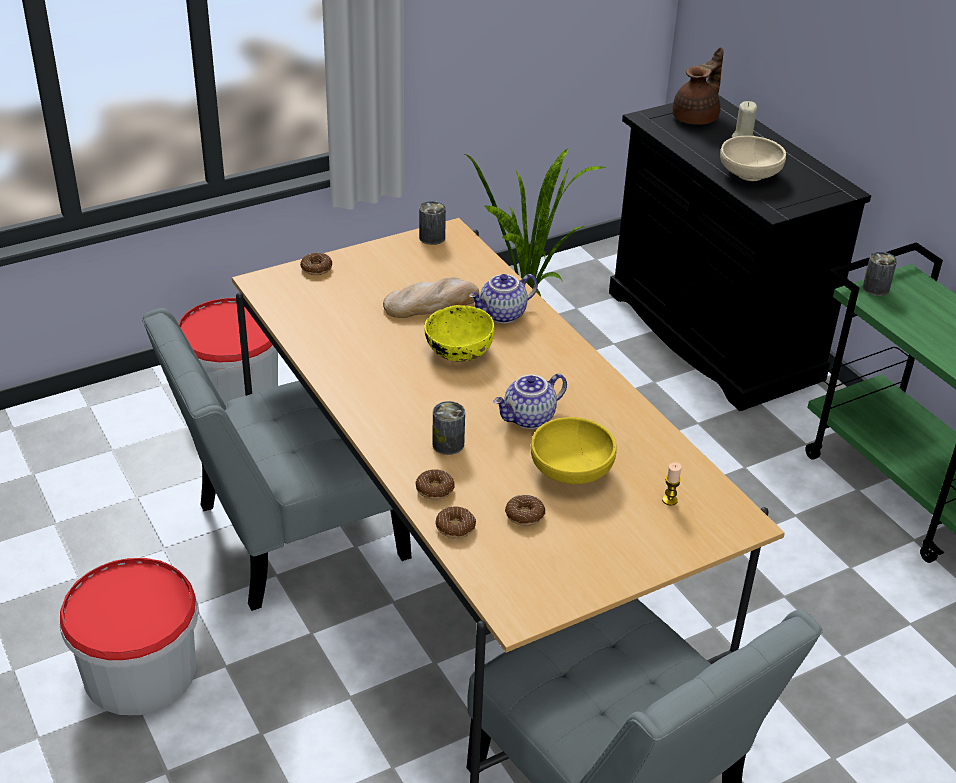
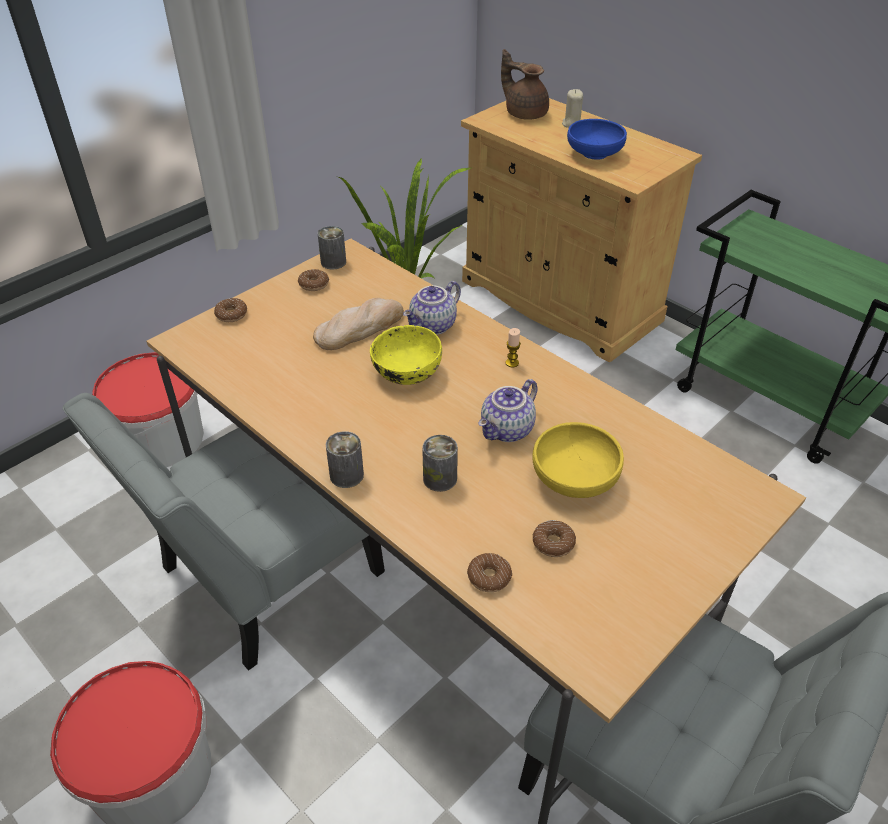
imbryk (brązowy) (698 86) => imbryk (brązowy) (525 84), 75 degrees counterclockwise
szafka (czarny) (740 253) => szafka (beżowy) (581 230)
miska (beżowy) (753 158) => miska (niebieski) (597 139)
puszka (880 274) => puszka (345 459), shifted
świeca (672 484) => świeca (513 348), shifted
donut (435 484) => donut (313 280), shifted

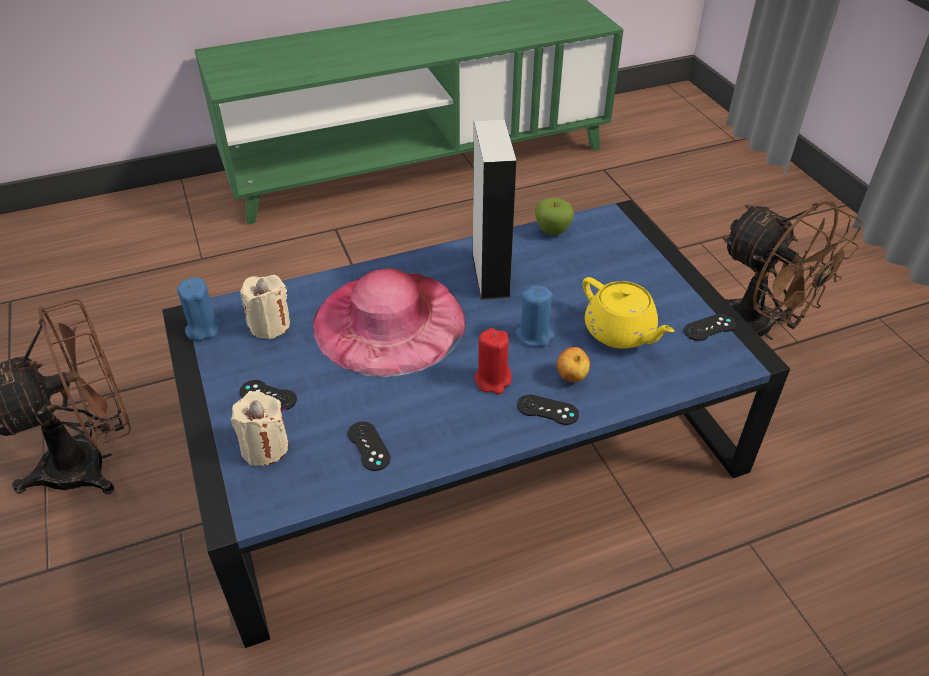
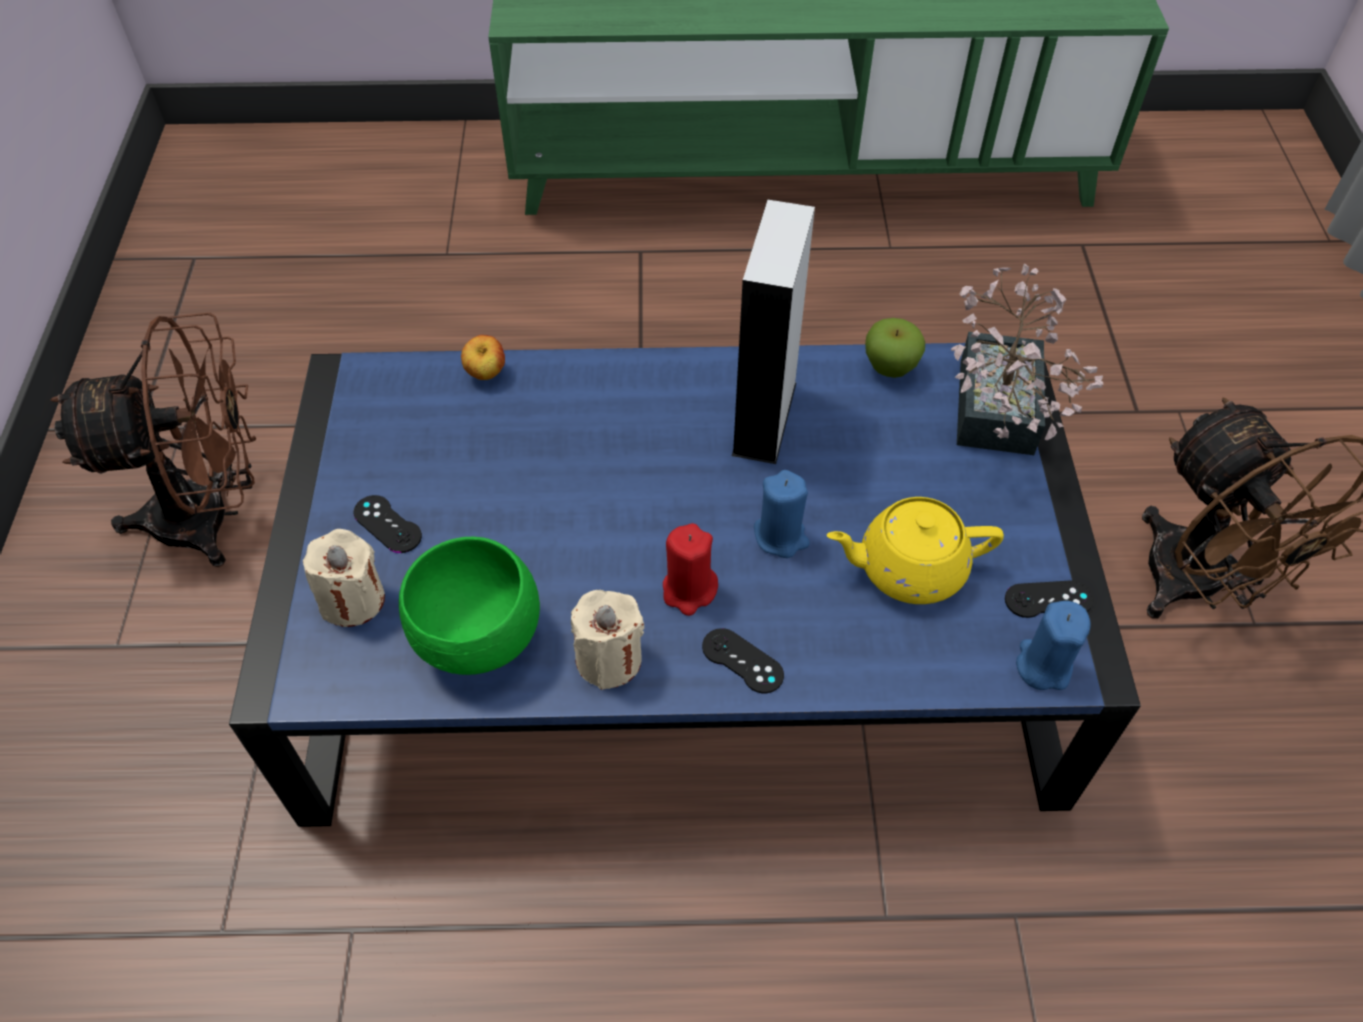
kapelusz (różowy) (389 322) => nothing
świeca (beżowy) (265 307) => świeca (beżowy) (608 640), shifted
świeca (niebieski) (199 309) => świeca (niebieski) (1053 645), shifted
imbryk (żółty) (628 313) => imbryk (żółty) (915 550), 105 degrees clockwise
jabłko (573 364) => jabłko (483 357), shifted
pad do gier (czarny) (369 446) => miska (zielony) (469 606)
nothing => roślina doniczkowa (1027 359)

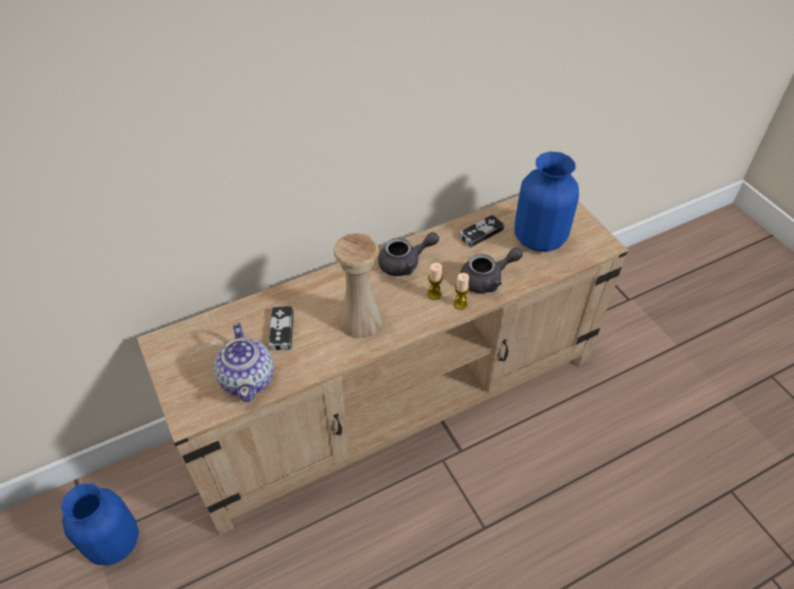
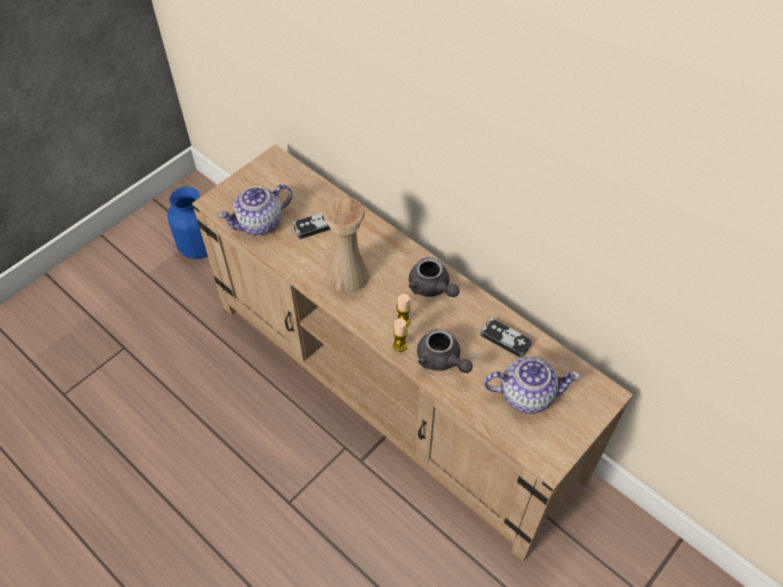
wazon (niebieski) (546 202) => imbryk (532 385)

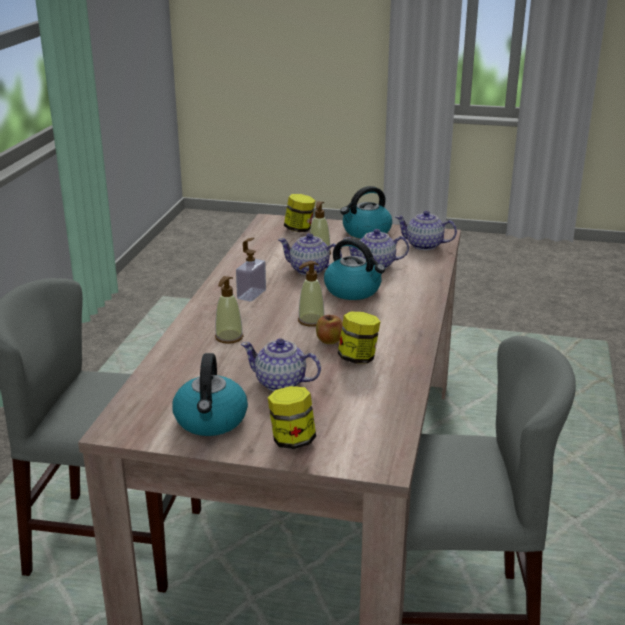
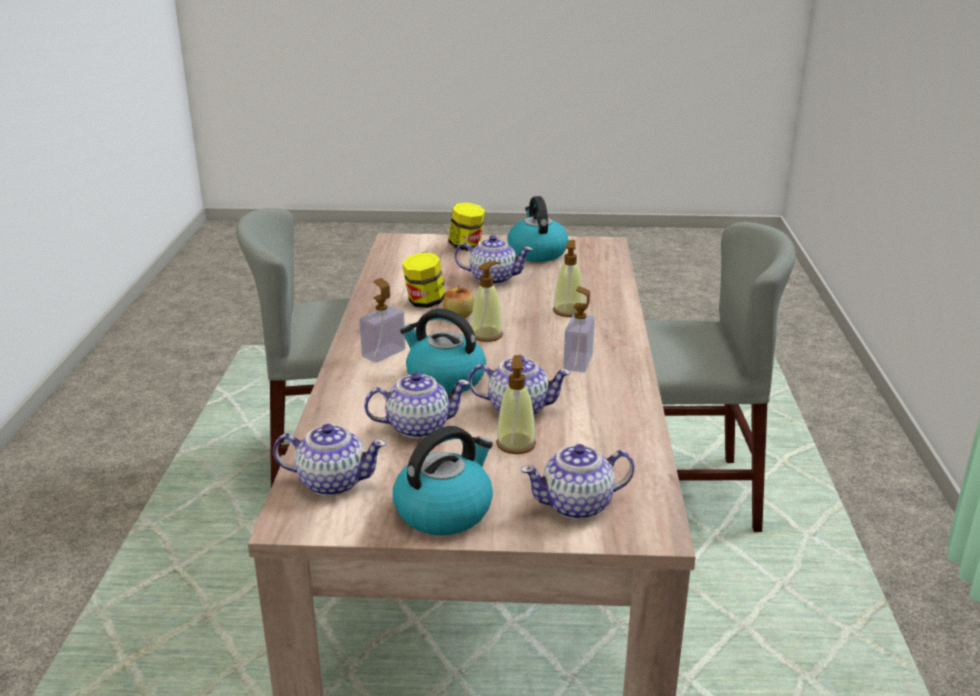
słoik (300 213) => imbryk (578 482)
nothing => dozownik mydła (382 320)

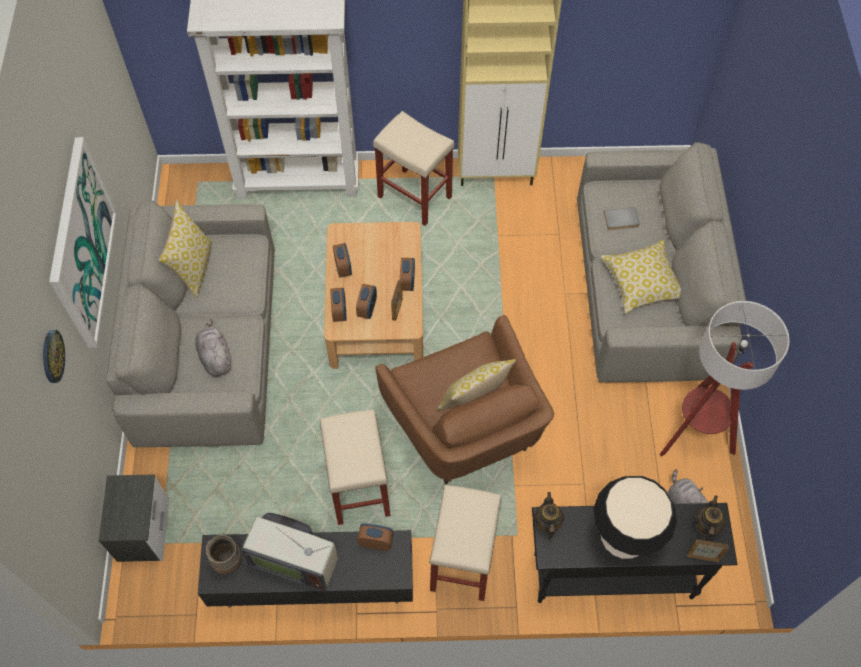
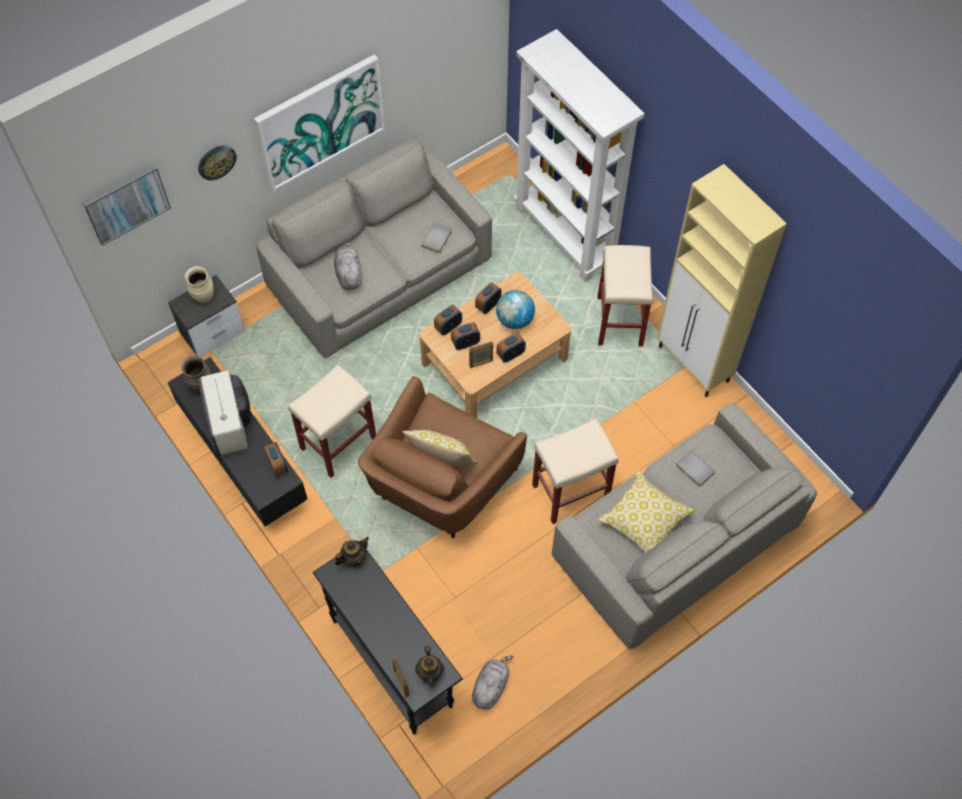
poduszka (185 249) => nothing
lampa stojąca (724 379) => nothing
pluszak (szary) (213 347) => pluszak (szary) (348 266), 45 degrees counterclockwise
lampa stołowa (635 517) => nothing
stołek (beżowy) (465 543) => stołek (beżowy) (575 471), shifted
imbryk (710 518) => imbryk (429 665), 105 degrees clockwise
nothing => obraz (127 205)
nothing => książka (szary) (436 238)
nothing => wazon (beżowy) (199 284)
nothing => globus (515 309)

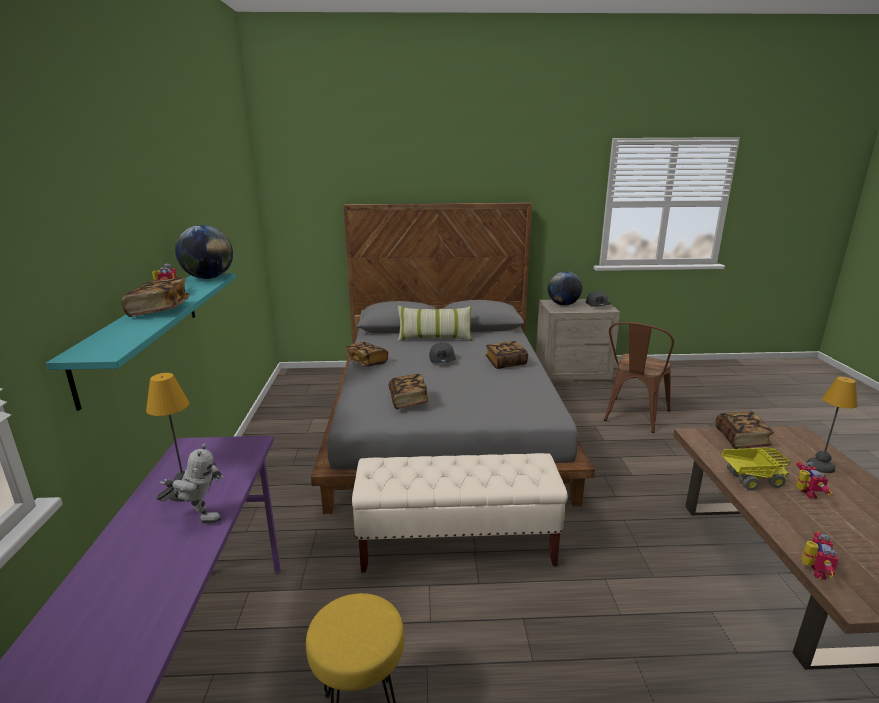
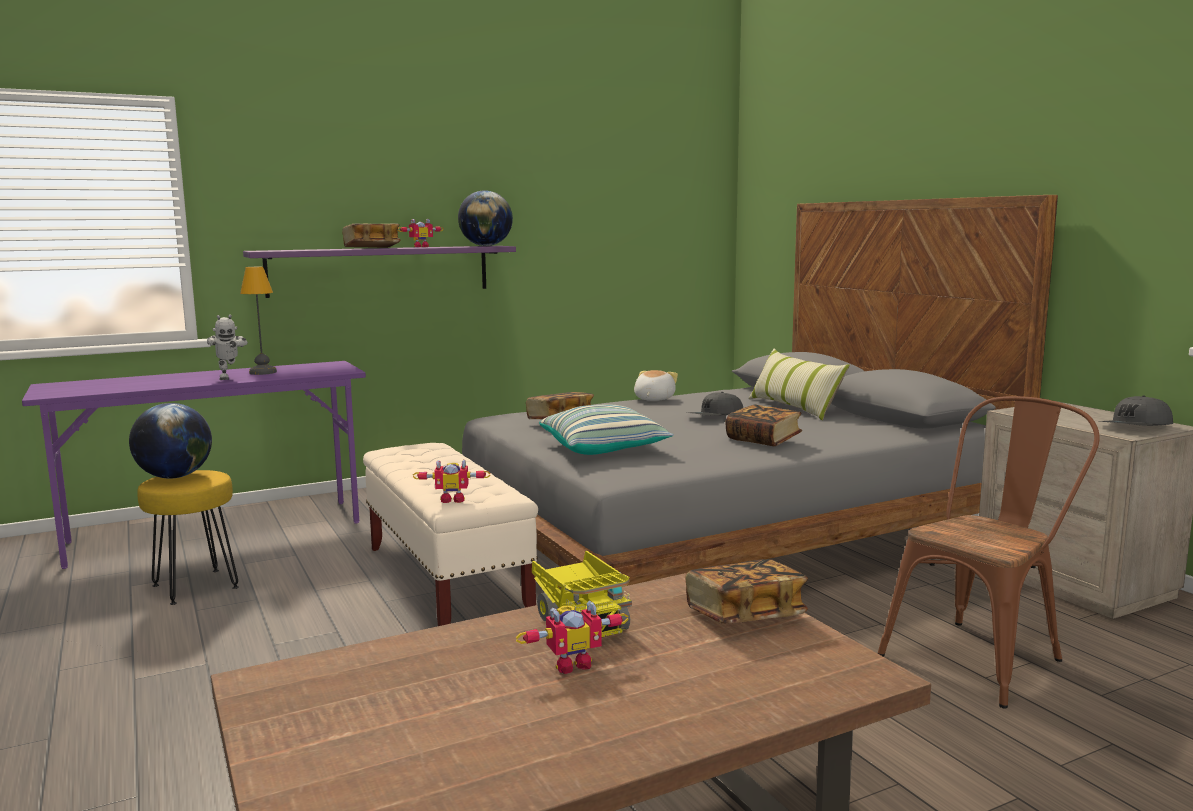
globus (565 288) => globus (170 440), shifted
półka (turkusowy) (141 342) => półka (fioletowy) (379 272)
krzesło (brązowy) (639 377) => krzesło (brązowy) (989 552), 135 degrees clockwise
książka (366 354) => pluszak (656 385)
lampa stołowa (832 425) => nothing
robot zabawkowy (820 555) => robot zabawkowy (452 481), shifted
nothing => poduszka (606 429)

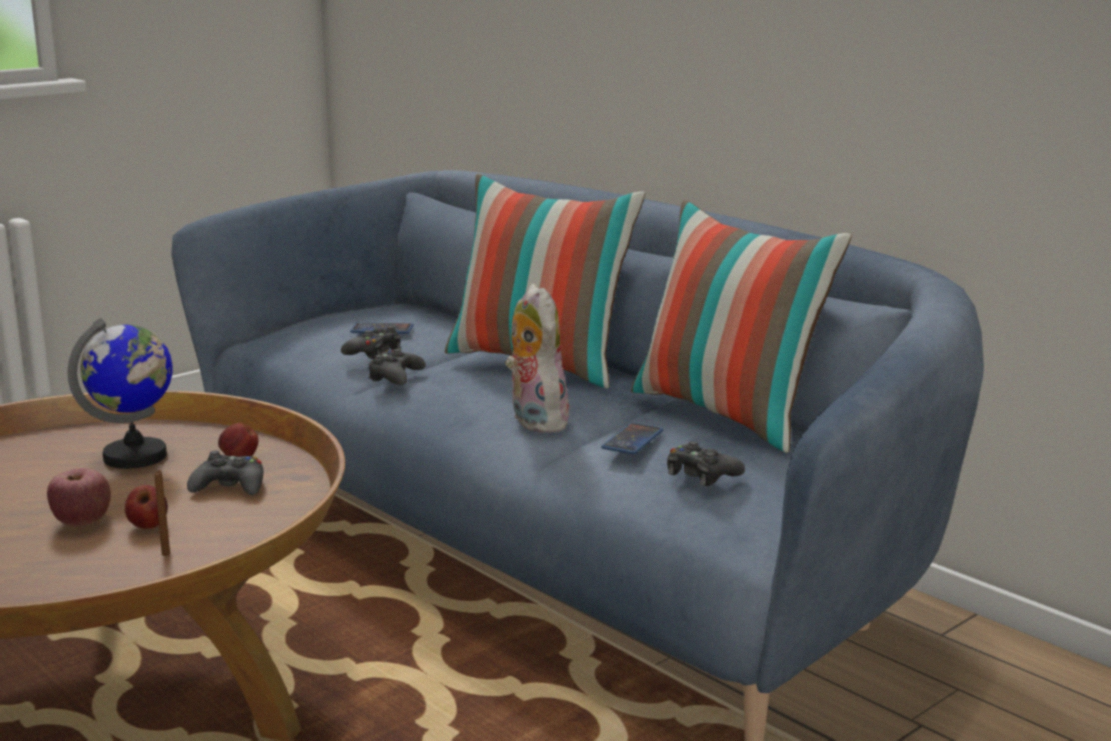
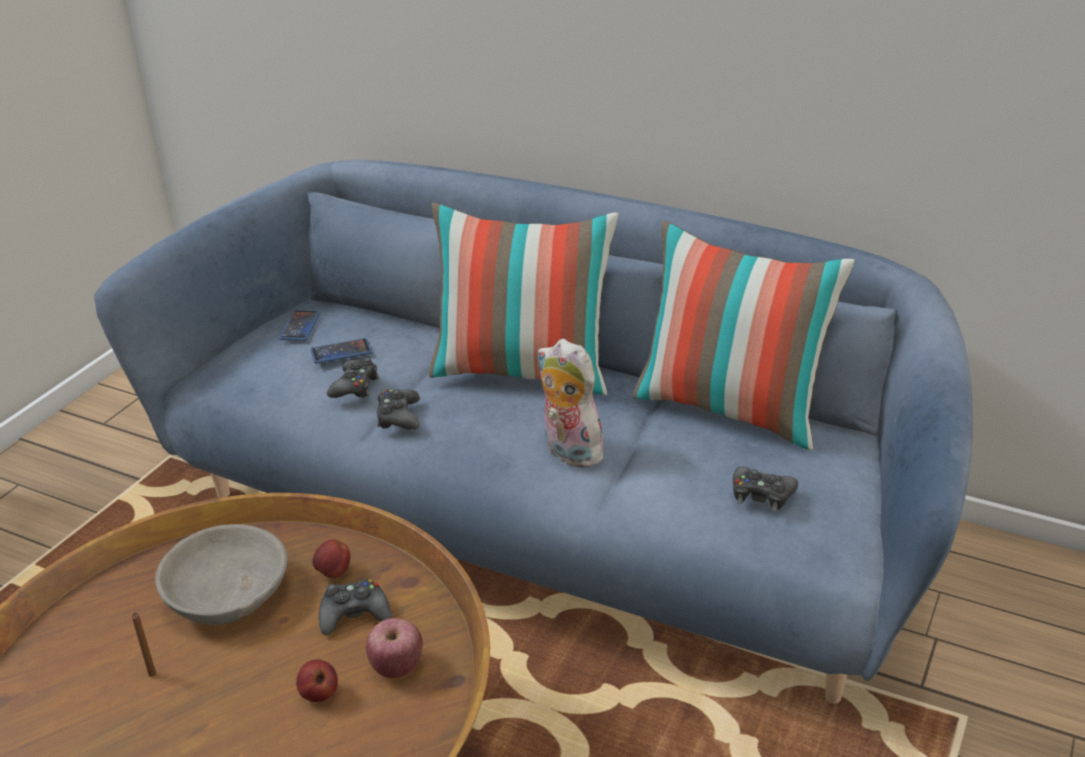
globus (120 393) => miska (szary) (221 574)
telefon (632 438) => telefon (299 325), shifted
jabłko (79 497) => jabłko (394 648), shifted
świeca (brązowy) (162 513) => świeca (brązowy) (144 644), shifted

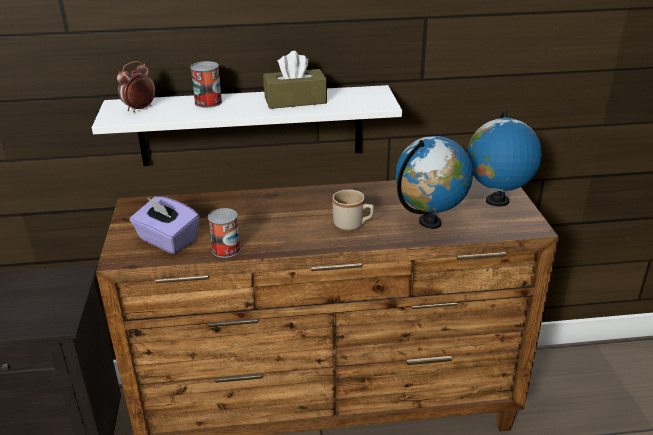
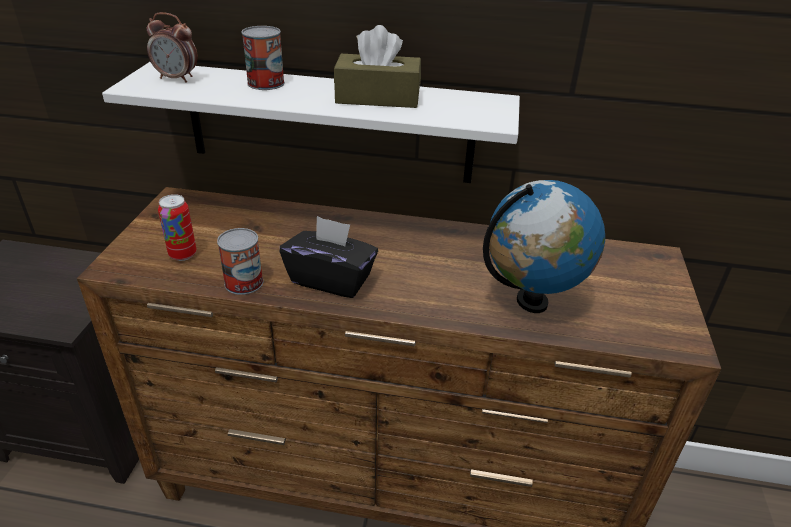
budzik (136 86) => budzik (172 47), 135 degrees counterclockwise
globus (504 158) => nothing
kubek (beżowy) (353 210) => nothing
pudełko chusteczek (fioletowy) (165 225) => puszka (177 227)
nothing => pudełko chusteczek (czarny) (329 257)

